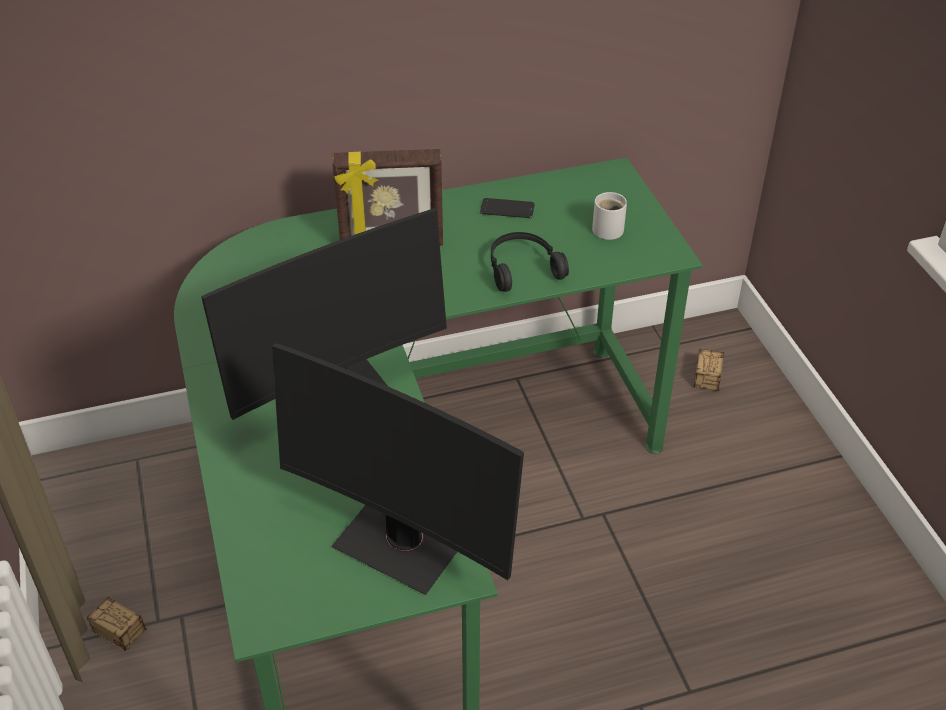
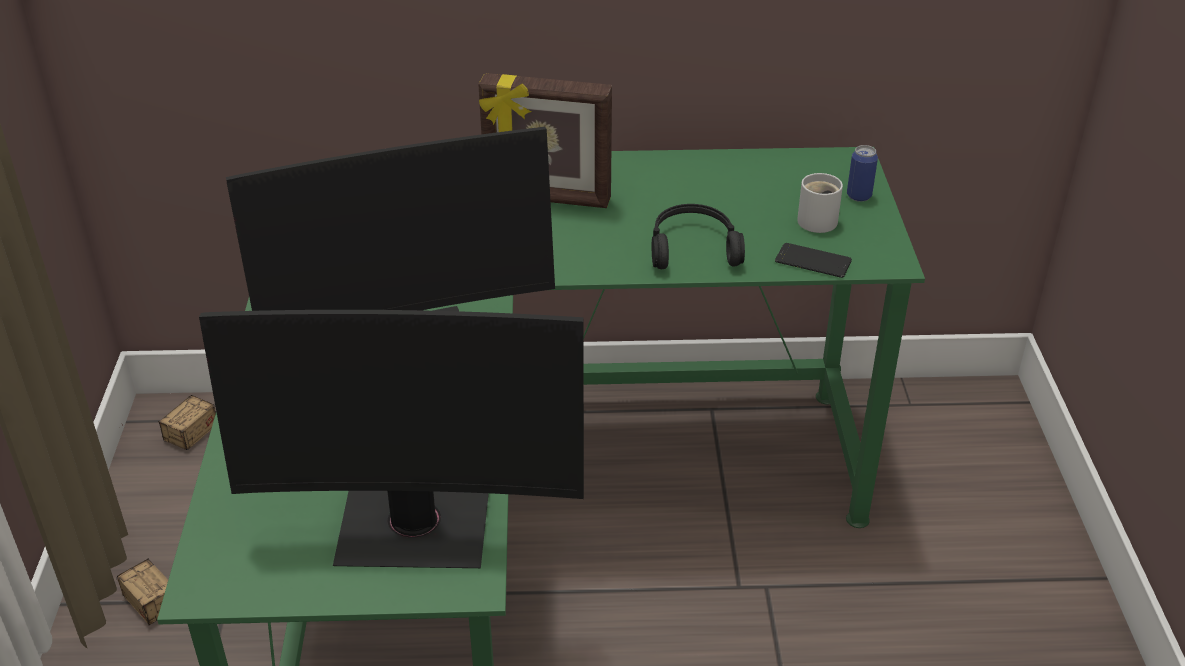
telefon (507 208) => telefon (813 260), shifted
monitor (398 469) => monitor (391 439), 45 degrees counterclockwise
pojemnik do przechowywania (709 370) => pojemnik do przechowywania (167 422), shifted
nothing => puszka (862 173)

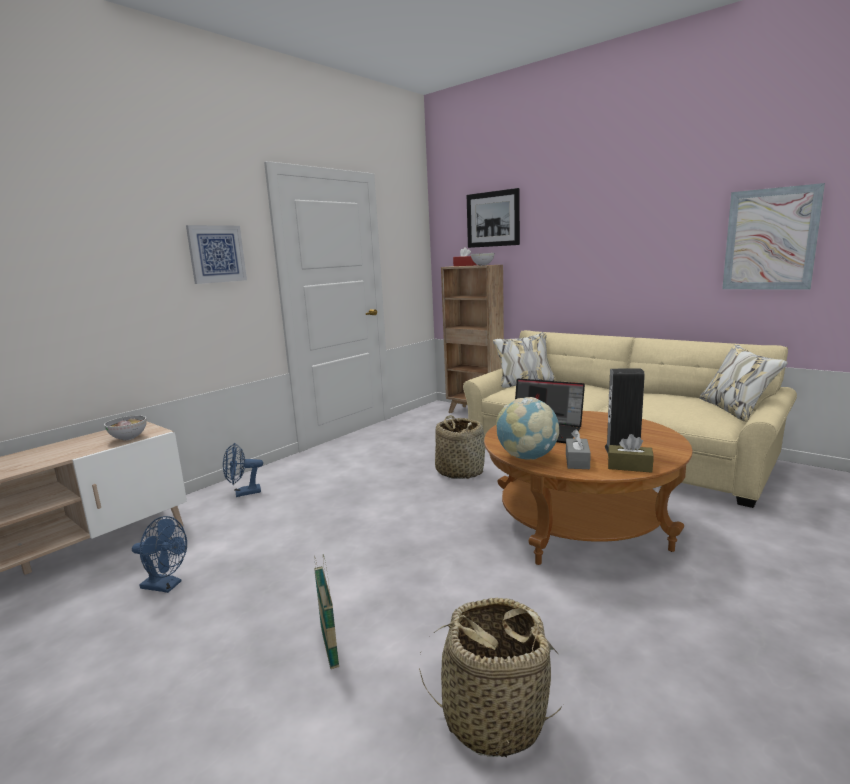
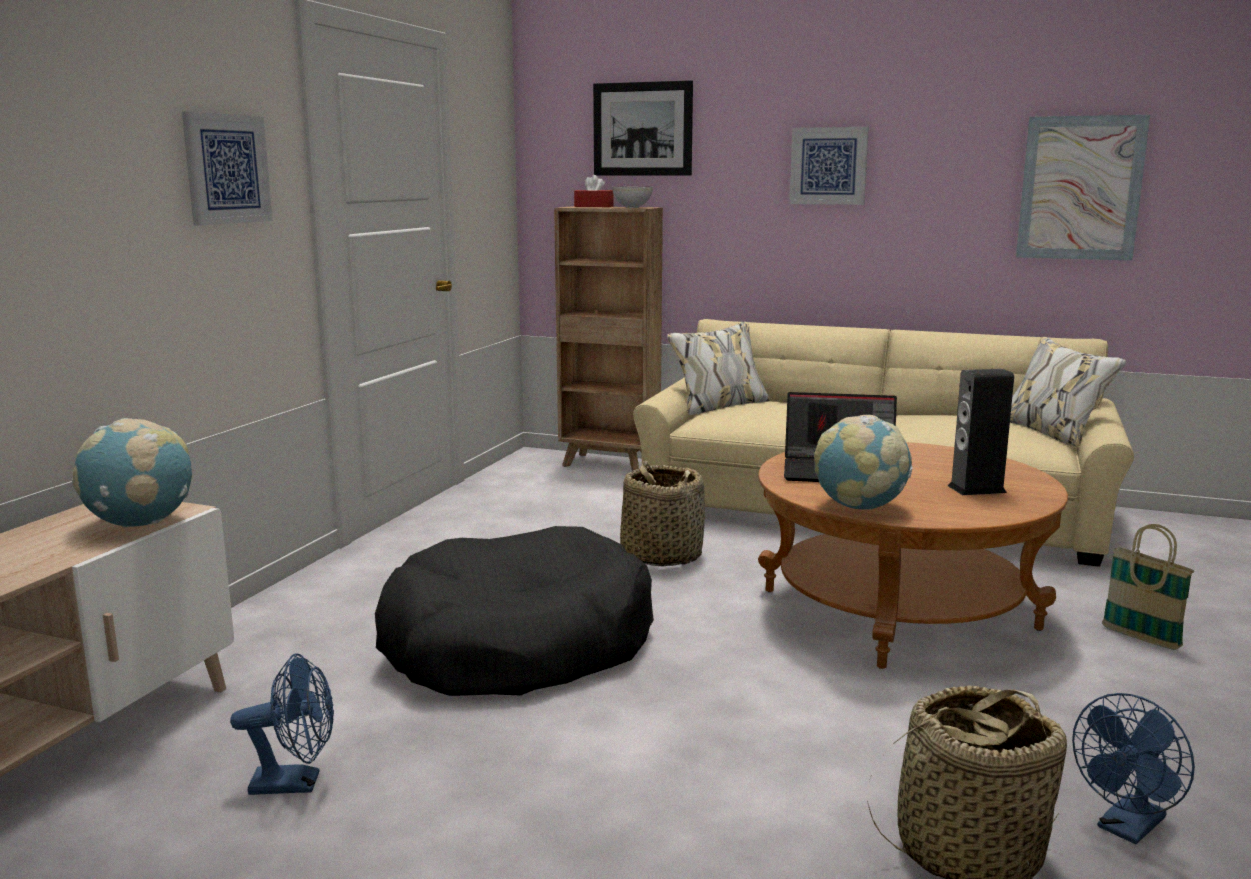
miska (125 428) => globus (132 472)
pudełko chusteczek (szary) (578 449) => nothing
pudełko chusteczek (brązowy) (631 453) => nothing
wentylator (niebieski) (243 470) => wentylator (niebieski) (1133 769), shifted
koszyk (326 611) => koszyk (1148 587), shifted
nothing => obraz (829 166)
nothing => legowisko (czarny) (514 611)

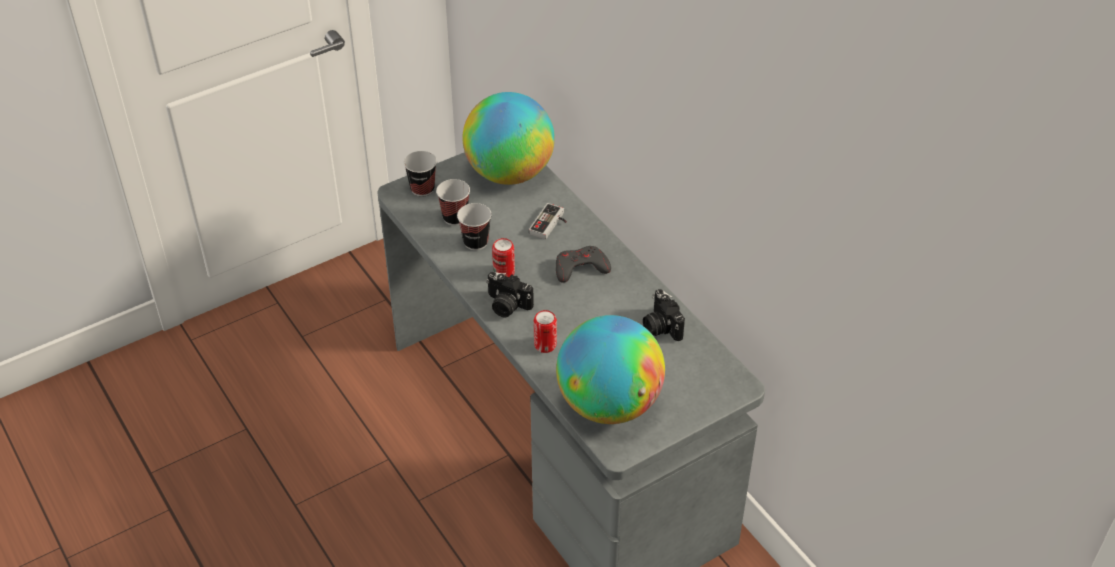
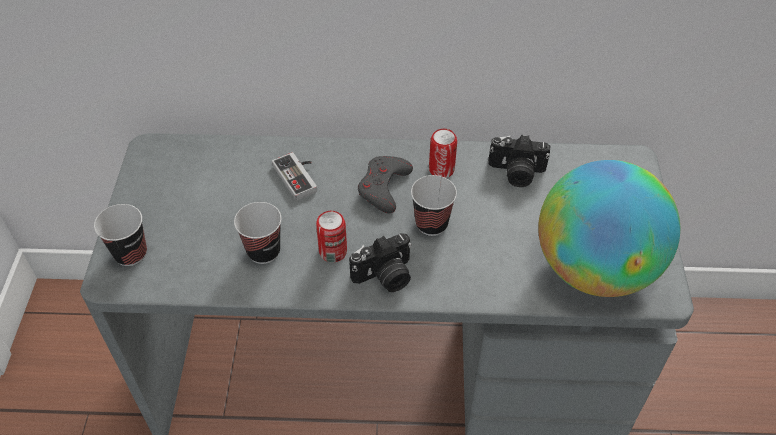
globus (508 138) => nothing
filiżanka (453 202) => filiżanka (434 205), shifted
puszka (545 331) => puszka (443 153), shifted

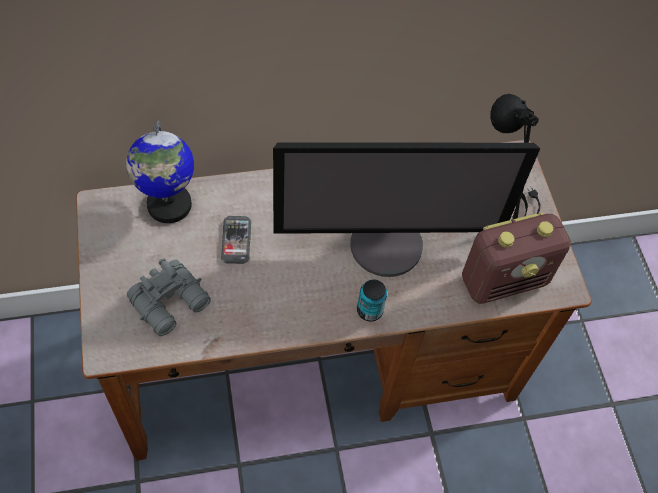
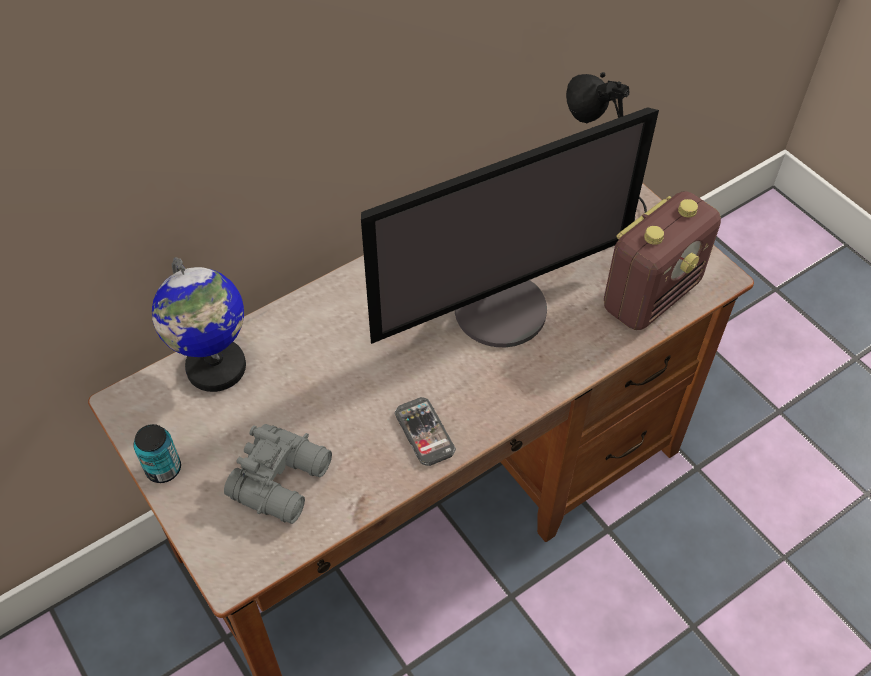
telefon (236 240) => telefon (425 431), shifted
puszka (372 300) => puszka (157 453), shifted

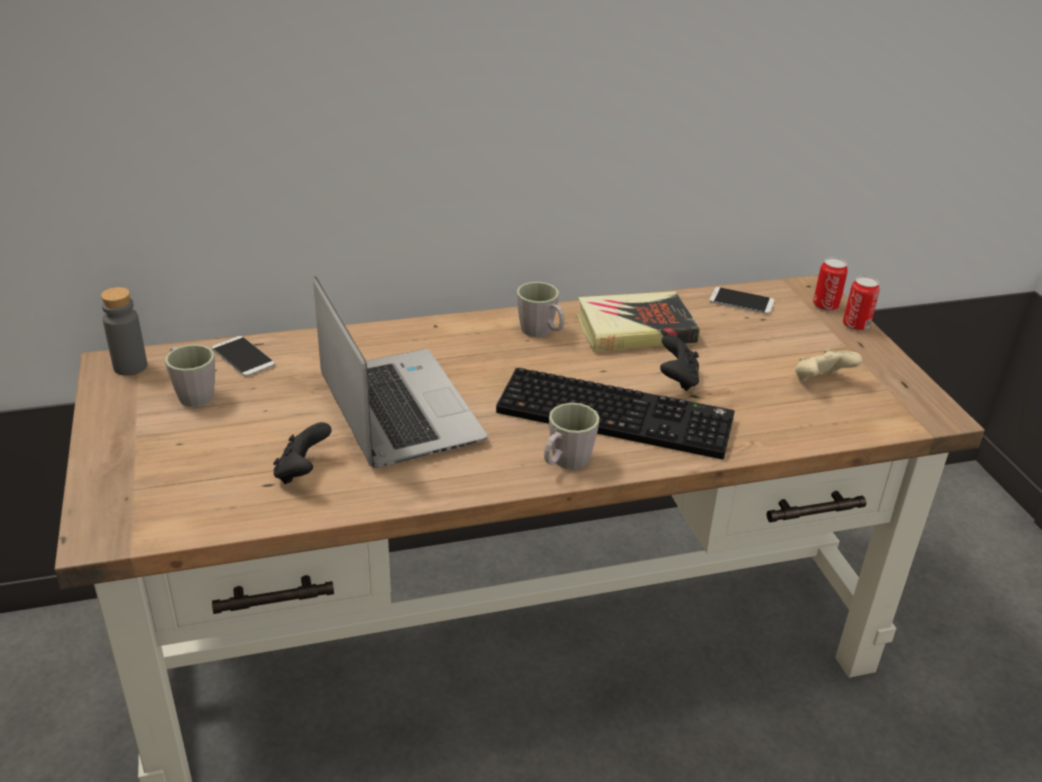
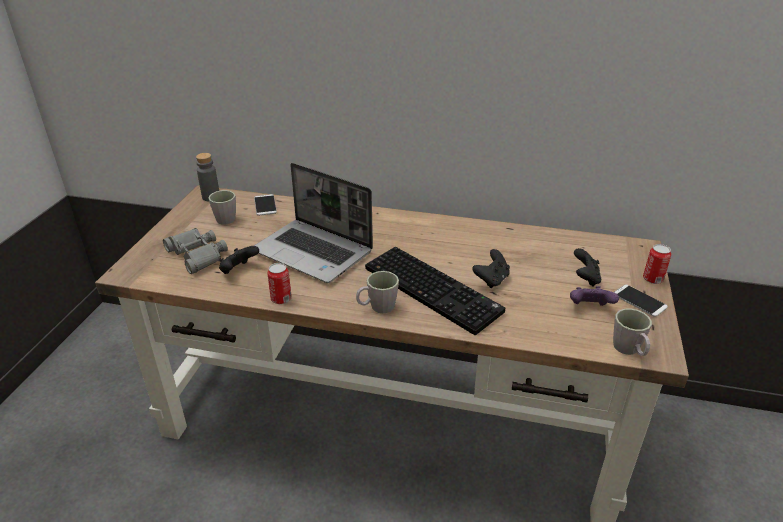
puszka (830 284) => puszka (279 283), shifted
laptop (400 372) => laptop (313 223), 120 degrees clockwise
kubek (szary) (541 309) => kubek (szary) (632 332), shifted
telefon (742 300) => telefon (641 301), shifted
książka (638 321) => nothing
pad do gier (beżowy) (828 365) => pad do gier (fioletowy) (594 296)
nothing => lornetka (szary) (195 251)
nothing => pad do gier (czarny) (587 267)

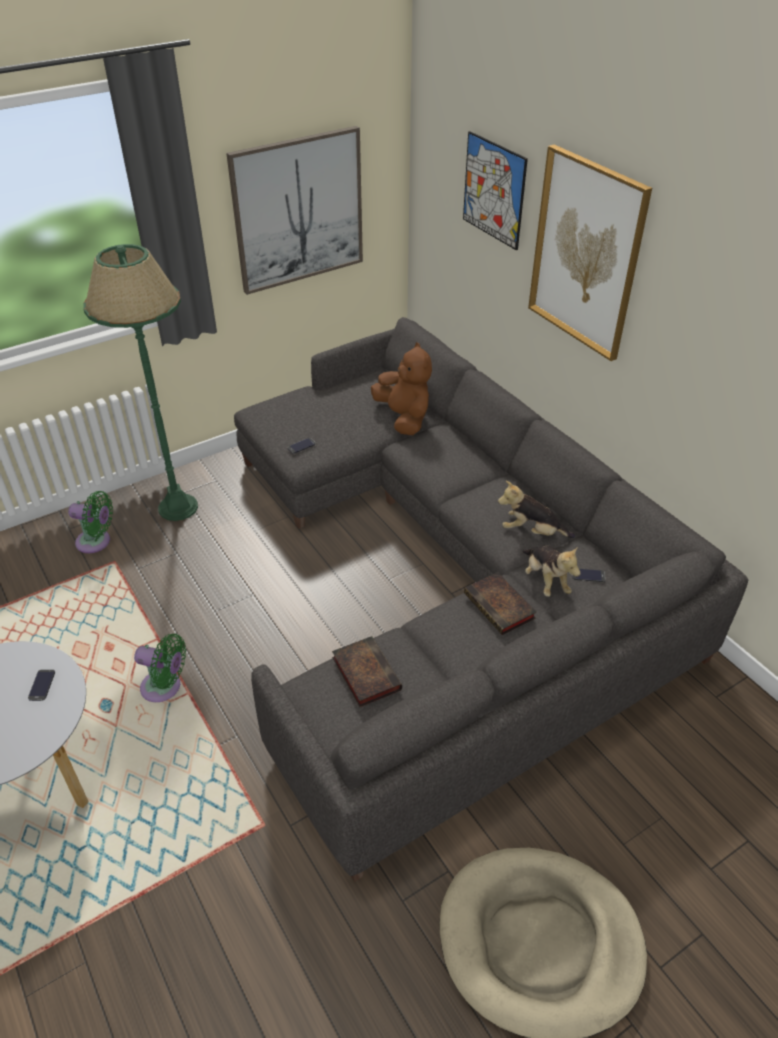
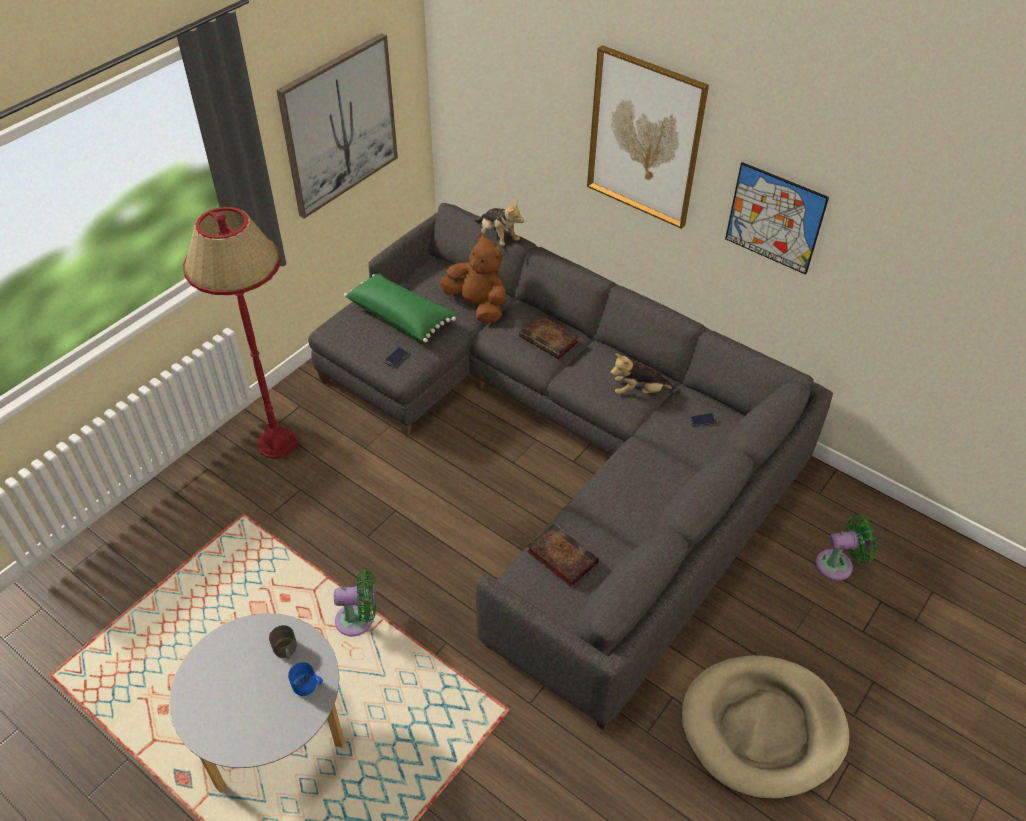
obraz (495 190) => obraz (777 218), shifted
lampa stojąca (zielony) (141 382) => lampa stojąca (czerwony) (240 333)
wentylator (zielony) (90 522) => wentylator (zielony) (846 547), shifted
pluszak (551 571) => pluszak (499 223), shifted
książka (500 603) => książka (549 337), shifted
telefon (41 685) => kubek (szary) (283 642)
nothing => poduszka (zielony) (400 308)
nothing => kubek (niebieski) (305 679)

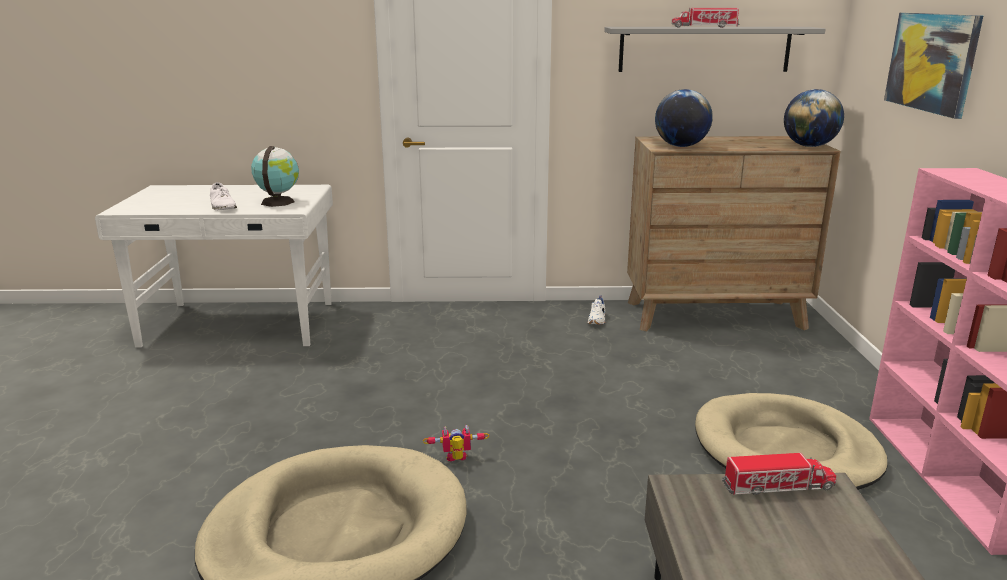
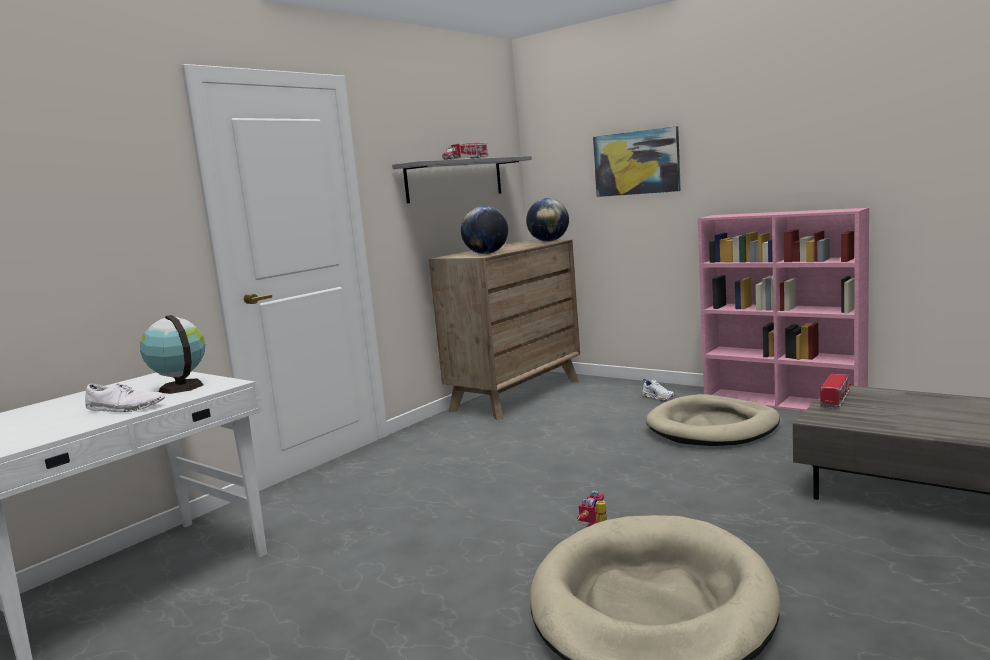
but (biały) (596 310) => but (biały) (658 390), shifted

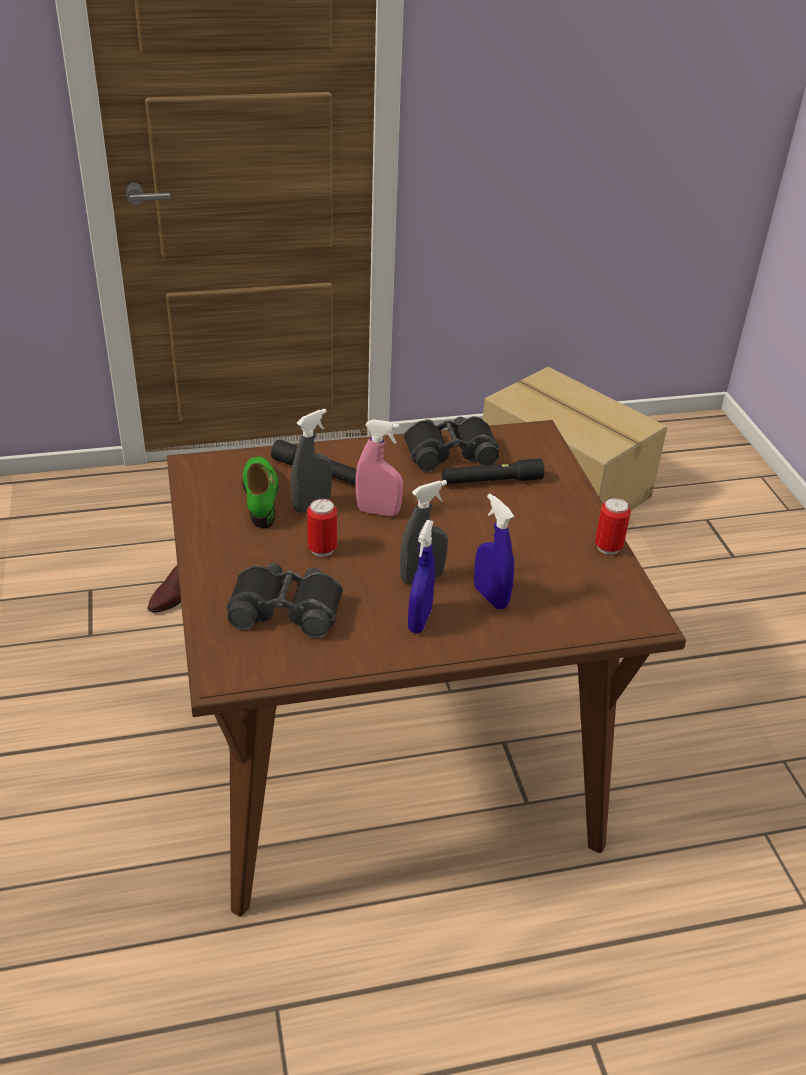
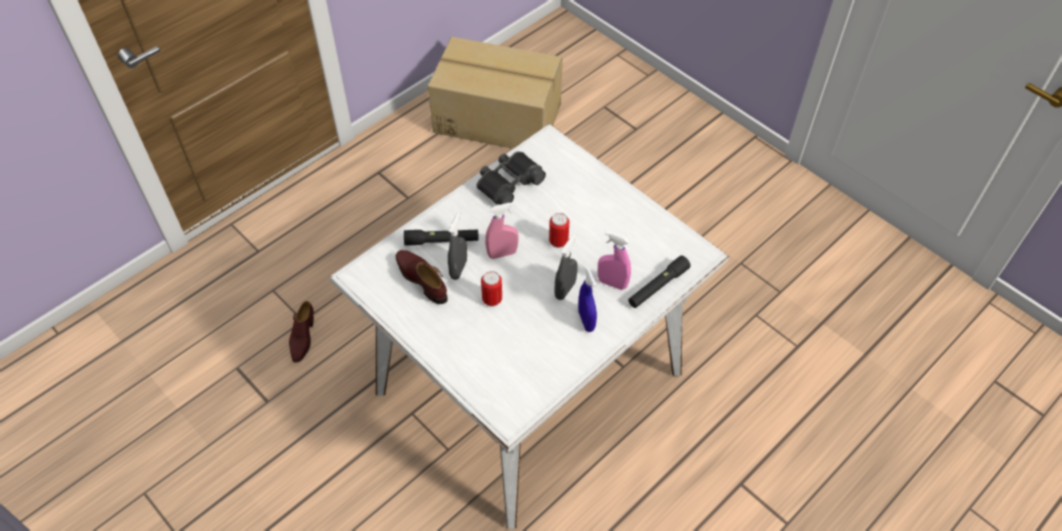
stół jadalny (brązowy) (426 668) => stół jadalny (biały) (529 326)
but (zielony) (260 492) => but (brązowy) (422 277)
latarka (czarny) (493 471) => latarka (czarny) (659 281), shifted
spryskiwacz (niebieski) (494 551) => spryskiwacz (różowy) (614 260)
puszka (613 526) => puszka (559 230), shifted
lornetka (czarny) (284 600) => nothing

